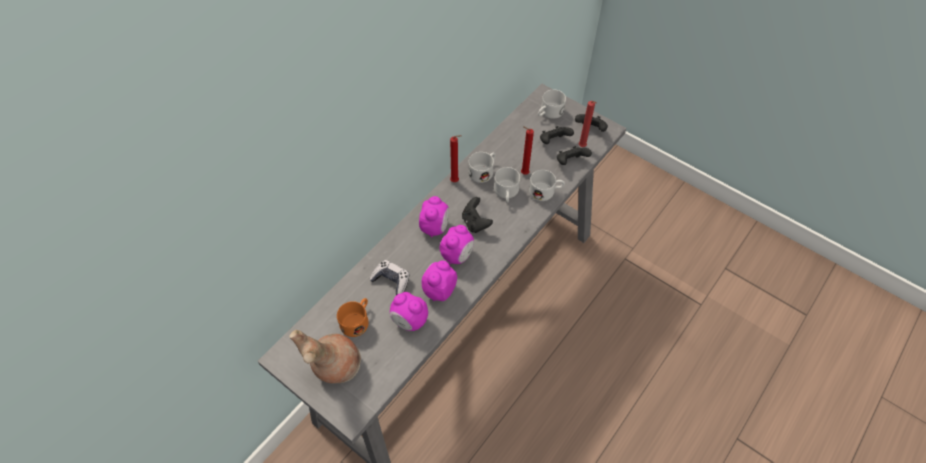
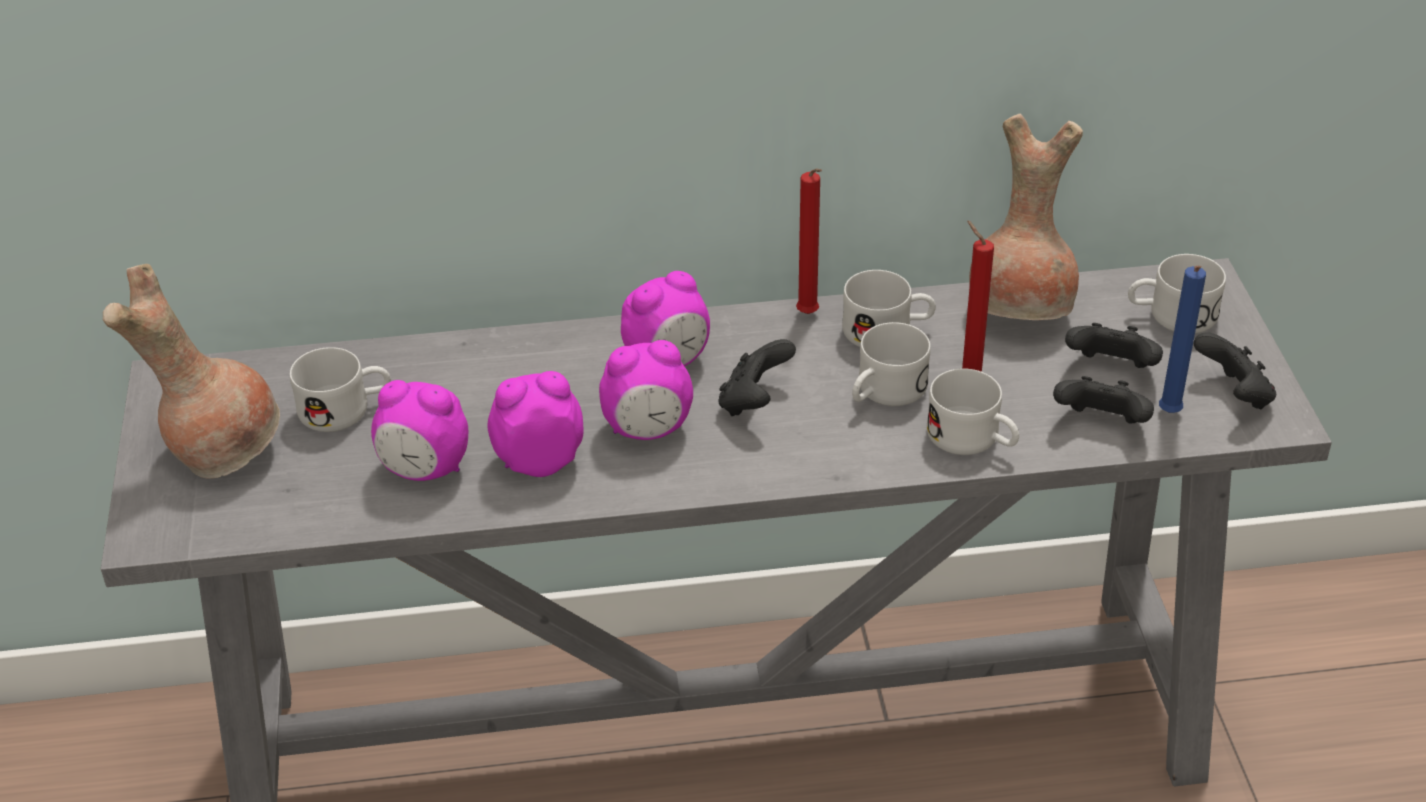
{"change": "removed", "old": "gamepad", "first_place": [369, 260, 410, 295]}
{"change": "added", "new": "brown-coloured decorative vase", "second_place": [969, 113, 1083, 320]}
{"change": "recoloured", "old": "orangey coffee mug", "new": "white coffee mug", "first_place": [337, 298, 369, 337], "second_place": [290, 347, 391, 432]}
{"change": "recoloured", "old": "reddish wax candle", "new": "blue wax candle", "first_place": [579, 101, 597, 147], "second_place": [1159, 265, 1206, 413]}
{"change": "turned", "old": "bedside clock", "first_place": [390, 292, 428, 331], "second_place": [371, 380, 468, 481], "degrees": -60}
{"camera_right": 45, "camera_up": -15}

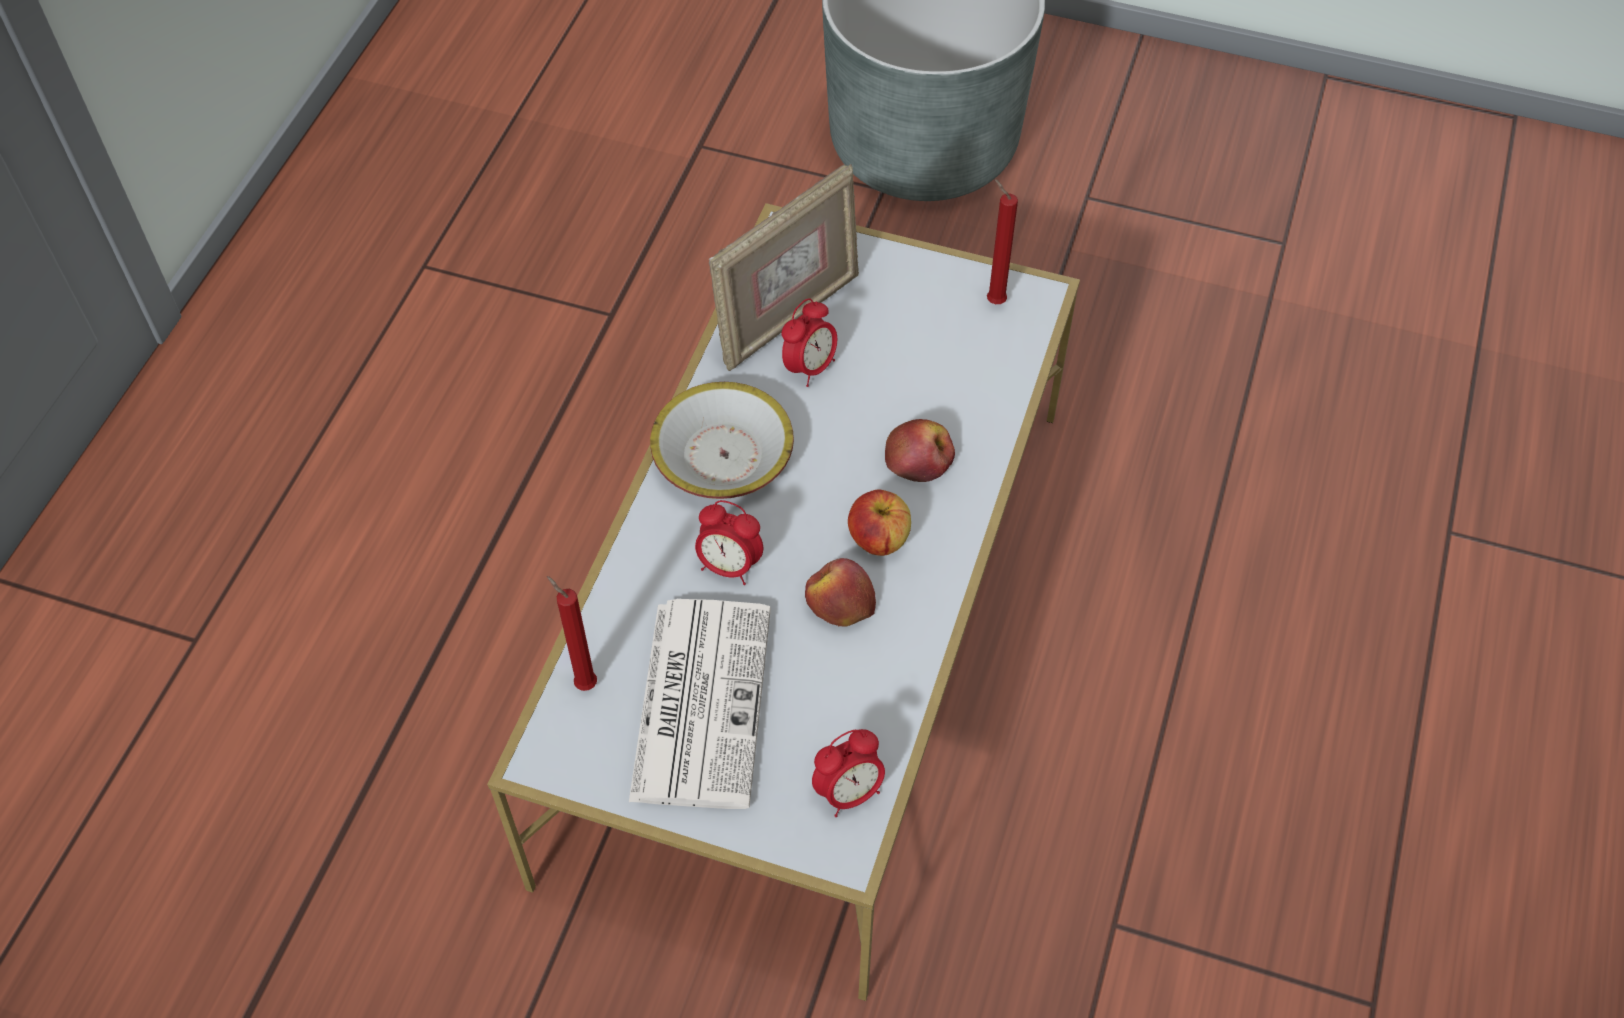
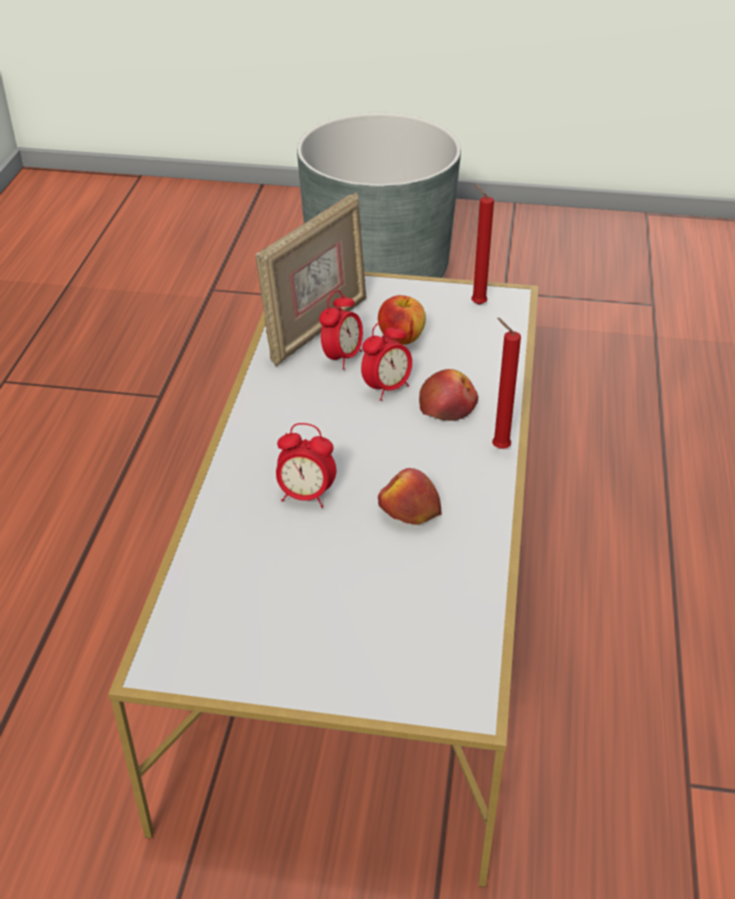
{"change": "removed", "old": "daily paper", "first_place": [629, 599, 771, 809]}
{"change": "removed", "old": "serving bowl", "first_place": [650, 382, 794, 499]}
{"change": "moved", "old": "reddish wax candle", "first_place": [547, 576, 597, 691], "second_place": [492, 318, 521, 449]}
{"change": "moved", "old": "bedside clock", "first_place": [812, 729, 885, 817], "second_place": [361, 319, 412, 401]}
{"change": "moved", "old": "apple fruit", "first_place": [848, 489, 911, 556], "second_place": [378, 295, 426, 345]}
{"camera_right": -10, "camera_up": -15}

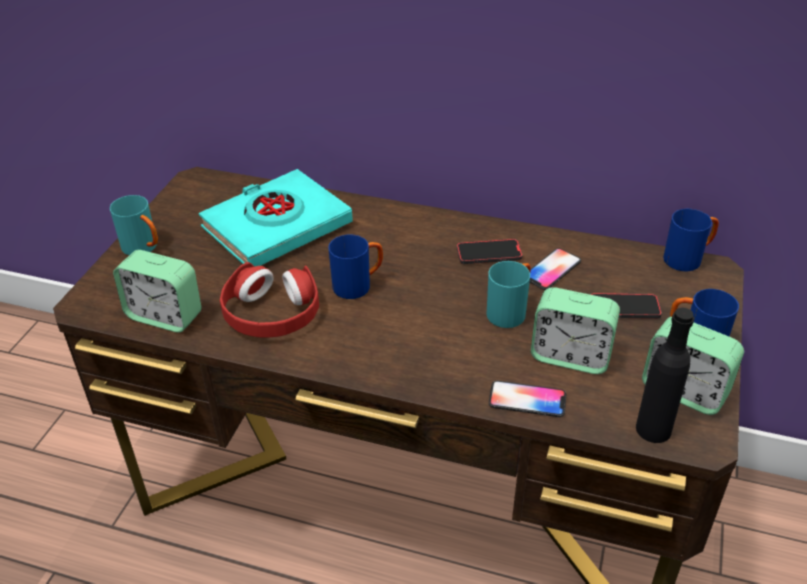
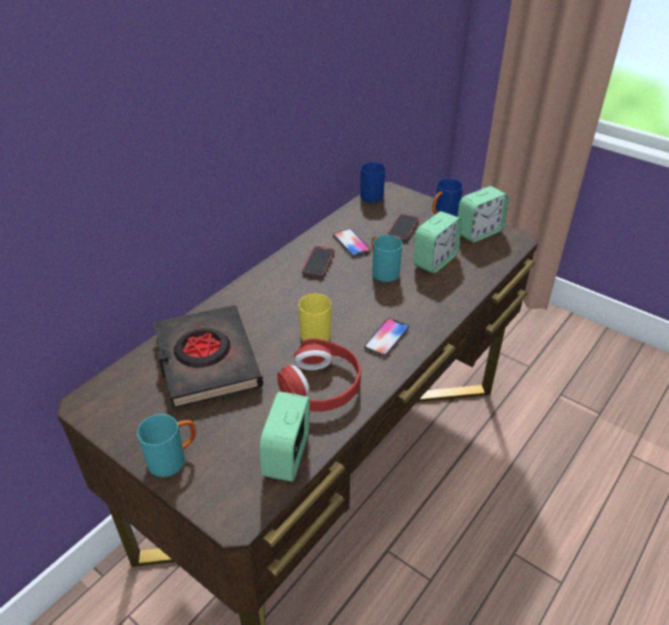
{"change": "removed", "old": "black drink bottle", "first_place": [636, 307, 694, 443]}
{"change": "moved", "old": "telephone", "first_place": [489, 380, 566, 417], "second_place": [364, 318, 409, 356]}
{"change": "recoloured", "old": "turquoise volume", "new": "black volume", "first_place": [199, 169, 353, 266], "second_place": [154, 305, 263, 409]}
{"change": "recoloured", "old": "blue coffee mug", "new": "yellowish coffee mug", "first_place": [328, 234, 383, 299], "second_place": [299, 292, 331, 341]}
{"change": "turned", "old": "bedside clock", "first_place": [113, 250, 202, 333], "second_place": [260, 391, 310, 482], "degrees": 150}
{"camera_right": -70, "camera_up": 0}

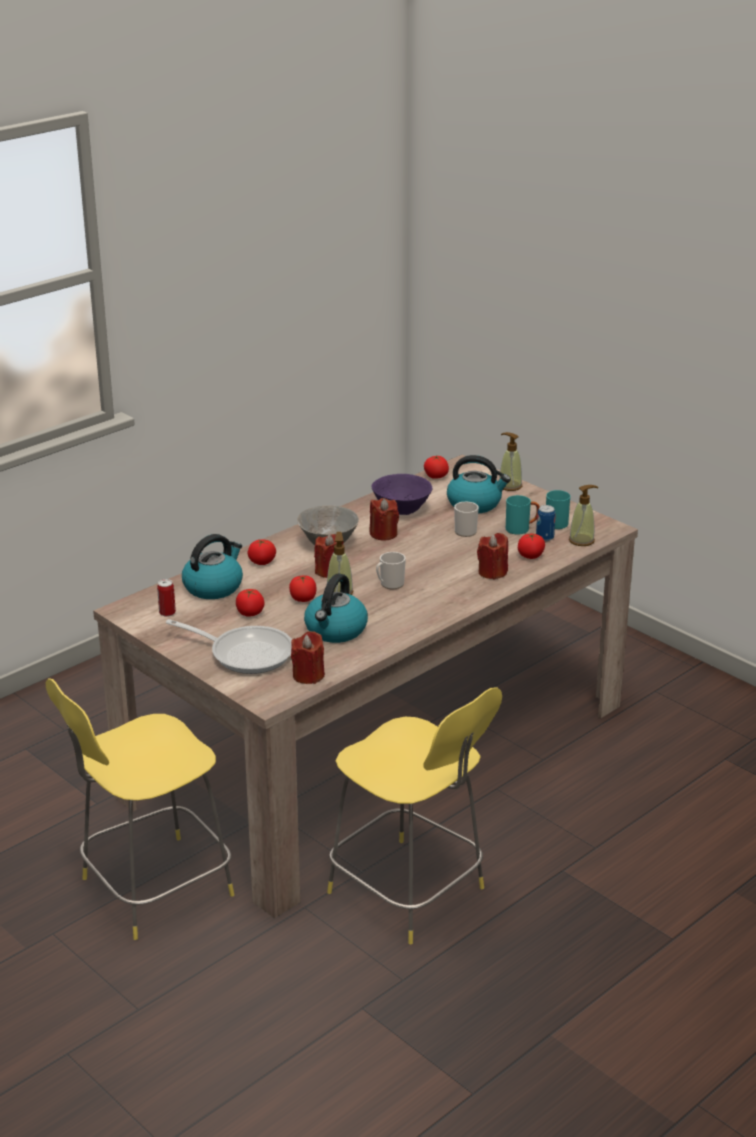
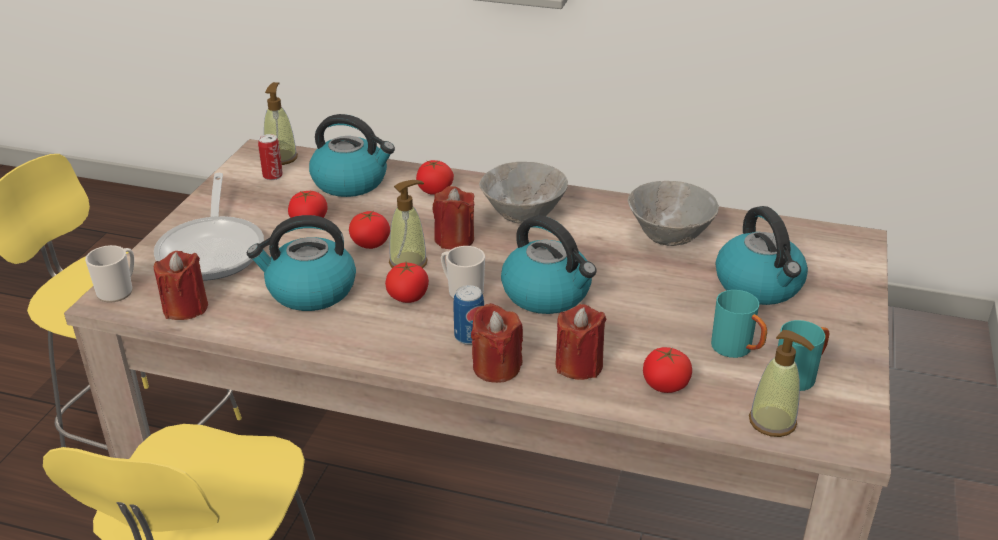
{"change": "added", "new": "tea kettle", "second_place": [501, 215, 597, 314]}
{"change": "moved", "old": "reddish wax candle", "first_place": [369, 498, 399, 540], "second_place": [471, 303, 523, 383]}
{"change": "moved", "old": "tomato", "first_place": [424, 455, 449, 479], "second_place": [385, 262, 429, 303]}
{"change": "moved", "old": "coffee mug", "first_place": [454, 502, 479, 537], "second_place": [85, 245, 134, 303]}
{"change": "moved", "old": "soap bottle", "first_place": [499, 432, 522, 491], "second_place": [264, 82, 298, 165]}
{"change": "moved", "old": "metal can", "first_place": [536, 505, 556, 541], "second_place": [453, 285, 484, 345]}
{"change": "recoloured", "old": "purple-coloured serving bowl", "new": "gray serving bowl", "first_place": [372, 474, 433, 515], "second_place": [628, 181, 719, 246]}
{"camera_right": 60, "camera_up": 5}

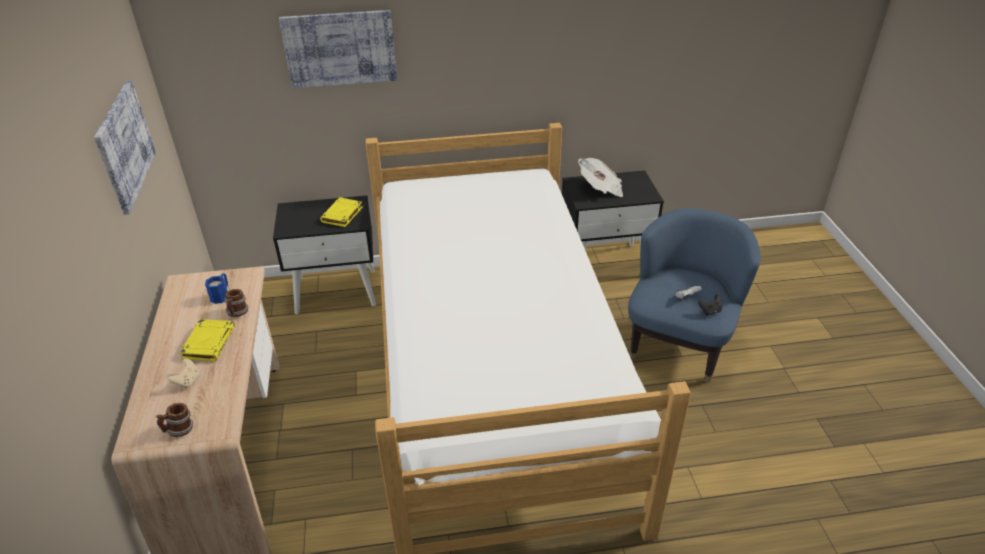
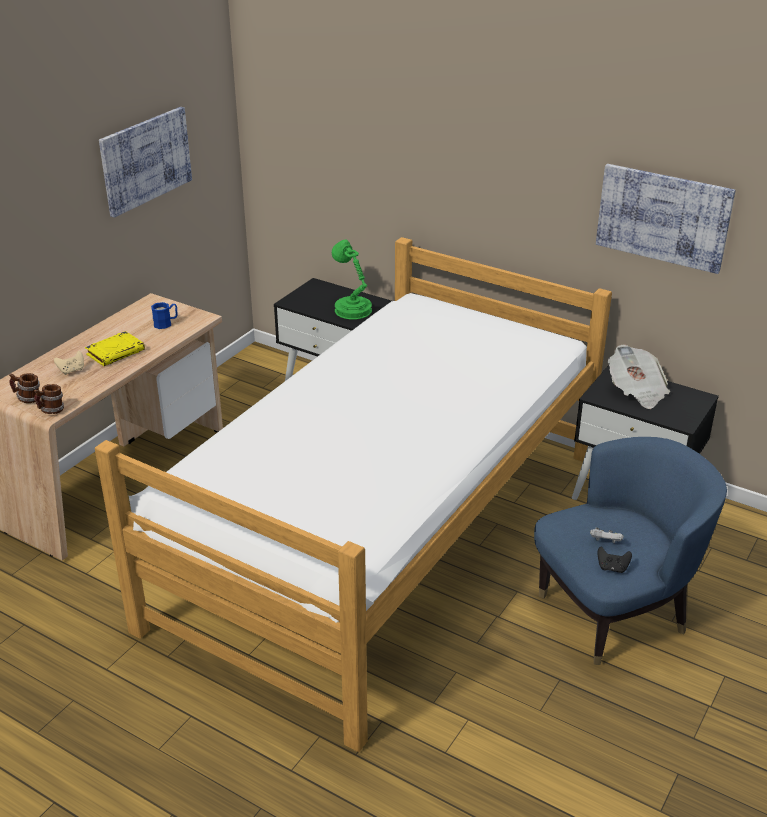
{"change": "moved", "old": "coffee mug", "first_place": [224, 289, 248, 317], "second_place": [34, 384, 64, 414]}
{"change": "moved", "old": "wall picture", "first_place": [279, 10, 397, 88], "second_place": [596, 164, 736, 274]}
{"change": "replaced", "old": "yellowish volume", "new": "green-coloured table lamp", "first_place": [320, 197, 363, 227], "second_place": [332, 239, 372, 320]}
{"camera_right": 40, "camera_up": -5}

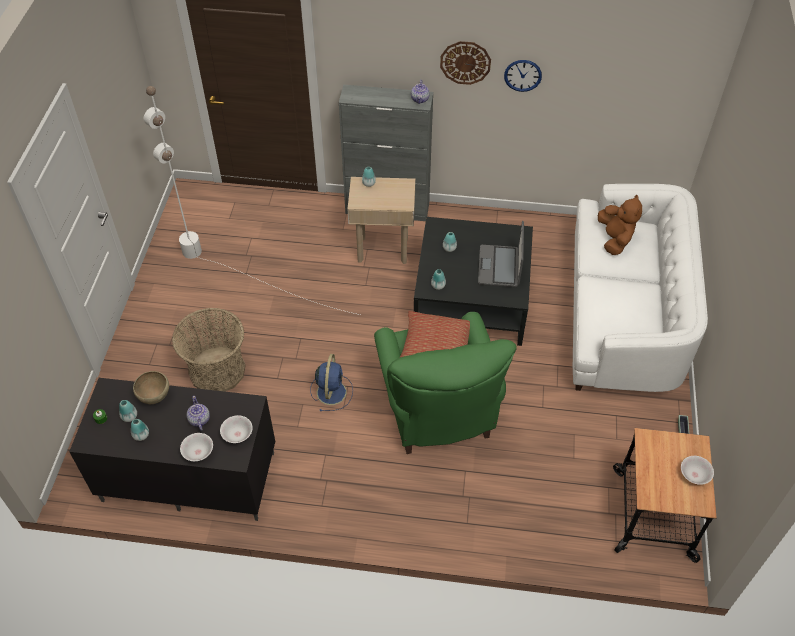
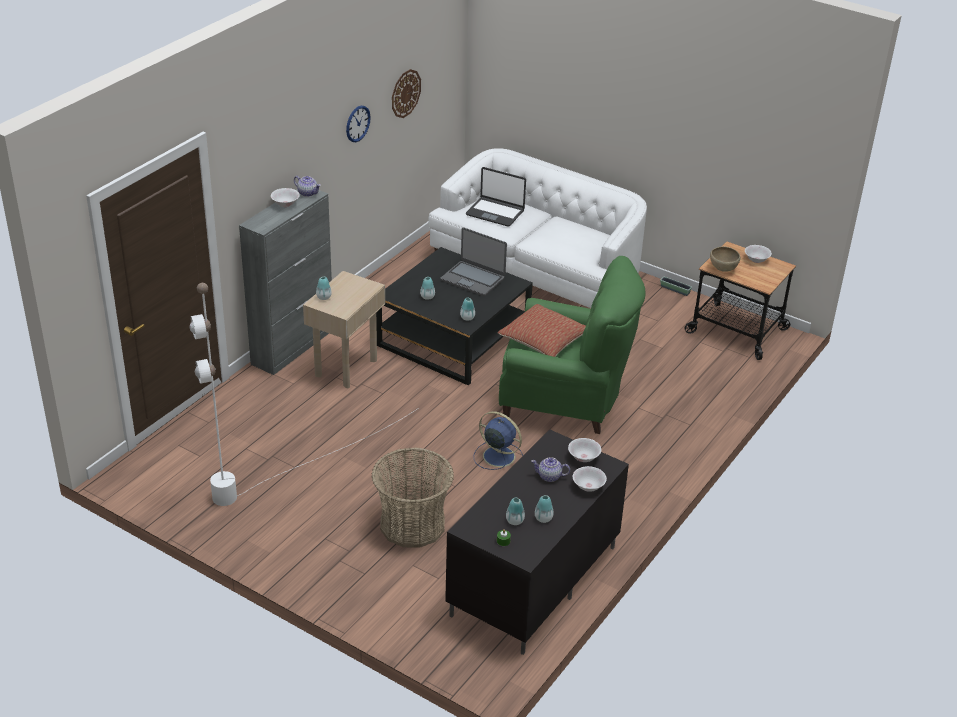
{"change": "added", "new": "white serving bowl", "second_place": [271, 188, 300, 207]}
{"change": "moved", "old": "brown-coloured serving bowl", "first_place": [133, 371, 169, 404], "second_place": [710, 246, 740, 272]}
{"change": "moved", "old": "hanging clock", "first_place": [440, 41, 491, 85], "second_place": [392, 69, 421, 118]}
{"change": "replaced", "old": "brown-coloured plush toy", "new": "notebook computer", "first_place": [598, 194, 642, 255], "second_place": [466, 167, 526, 226]}
{"camera_right": -65, "camera_up": -15}

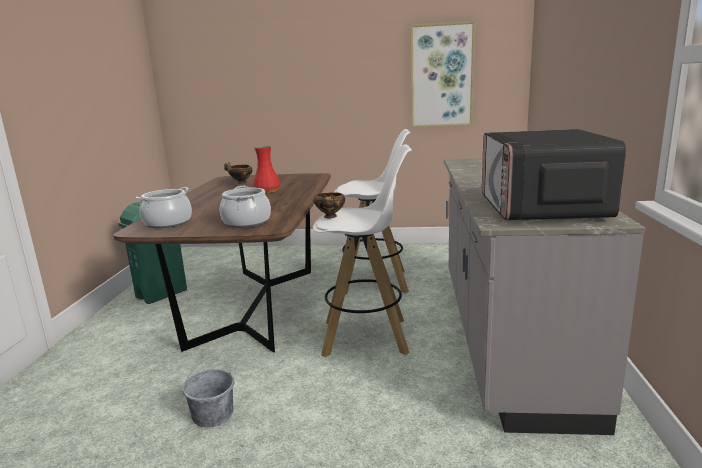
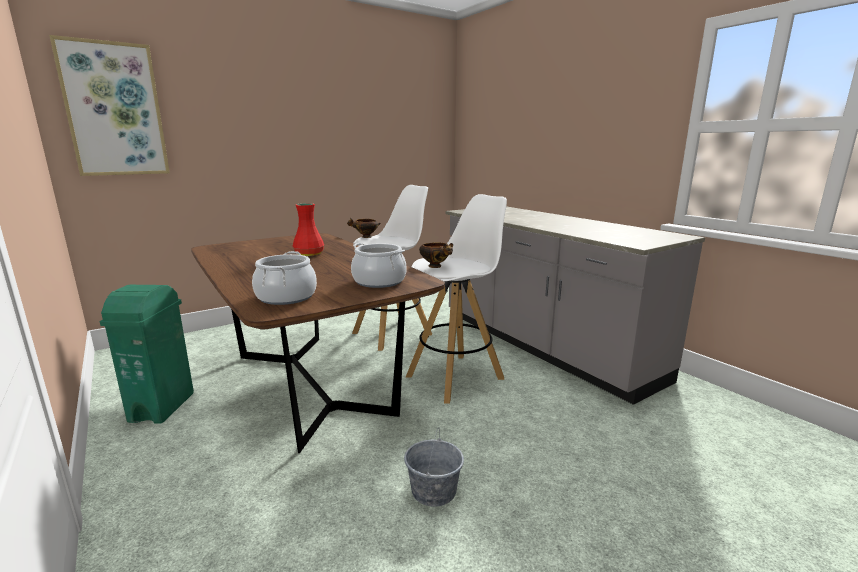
{"change": "removed", "old": "microwave", "first_place": [482, 129, 626, 220]}
{"change": "moved", "old": "serving bowl", "first_place": [224, 162, 253, 184], "second_place": [347, 217, 380, 238]}
{"change": "moved", "old": "wall picture", "first_place": [410, 21, 475, 128], "second_place": [49, 35, 170, 176]}
{"camera_right": -40, "camera_up": 0}

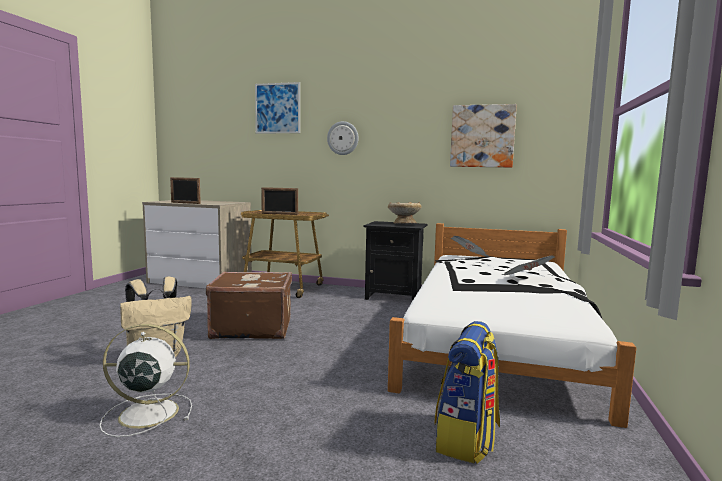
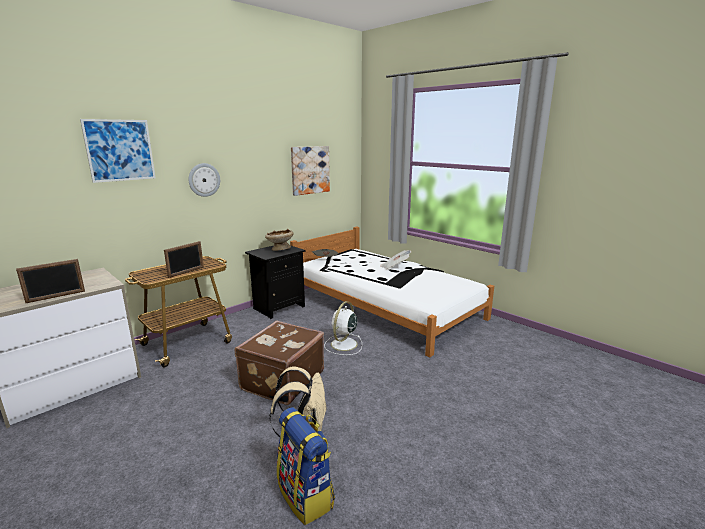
{"change": "moved", "old": "white fan", "first_place": [100, 324, 192, 437], "second_place": [324, 301, 362, 355]}
{"change": "moved", "old": "backpack", "first_place": [434, 321, 500, 464], "second_place": [277, 407, 335, 525]}
{"camera_right": -60, "camera_up": 10}

